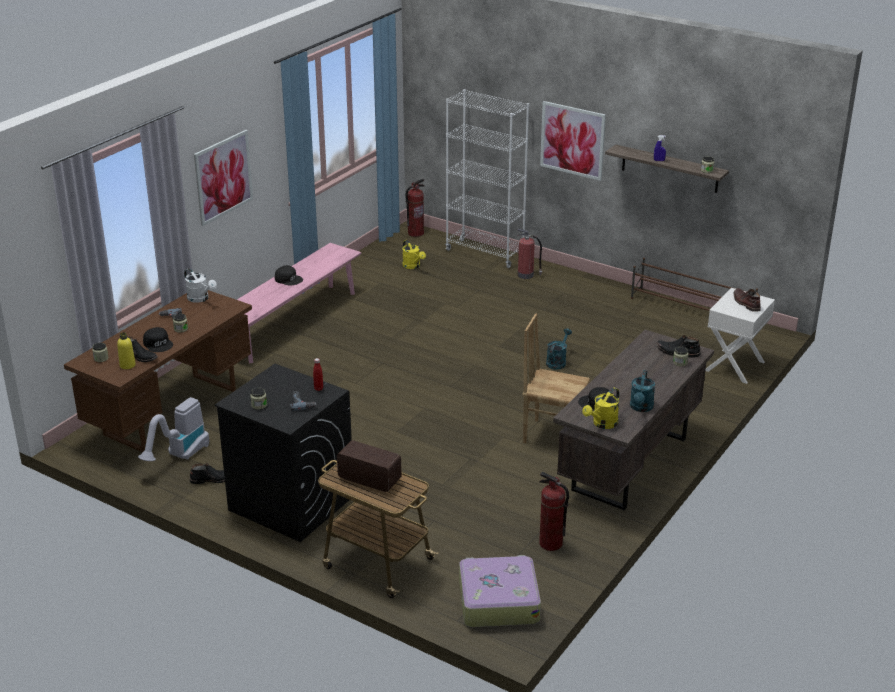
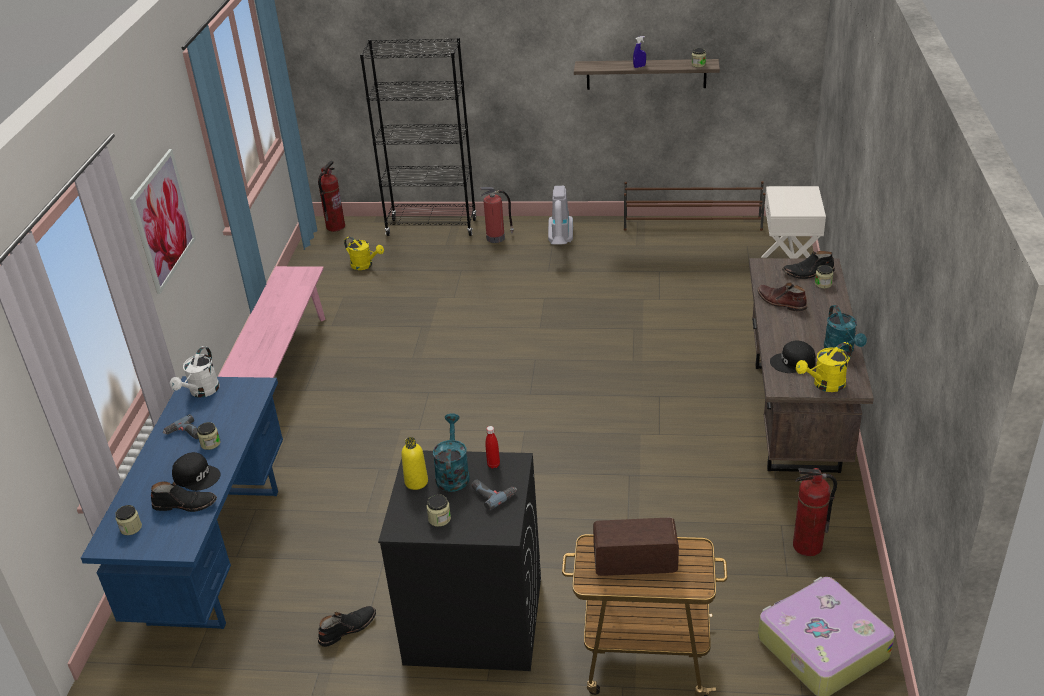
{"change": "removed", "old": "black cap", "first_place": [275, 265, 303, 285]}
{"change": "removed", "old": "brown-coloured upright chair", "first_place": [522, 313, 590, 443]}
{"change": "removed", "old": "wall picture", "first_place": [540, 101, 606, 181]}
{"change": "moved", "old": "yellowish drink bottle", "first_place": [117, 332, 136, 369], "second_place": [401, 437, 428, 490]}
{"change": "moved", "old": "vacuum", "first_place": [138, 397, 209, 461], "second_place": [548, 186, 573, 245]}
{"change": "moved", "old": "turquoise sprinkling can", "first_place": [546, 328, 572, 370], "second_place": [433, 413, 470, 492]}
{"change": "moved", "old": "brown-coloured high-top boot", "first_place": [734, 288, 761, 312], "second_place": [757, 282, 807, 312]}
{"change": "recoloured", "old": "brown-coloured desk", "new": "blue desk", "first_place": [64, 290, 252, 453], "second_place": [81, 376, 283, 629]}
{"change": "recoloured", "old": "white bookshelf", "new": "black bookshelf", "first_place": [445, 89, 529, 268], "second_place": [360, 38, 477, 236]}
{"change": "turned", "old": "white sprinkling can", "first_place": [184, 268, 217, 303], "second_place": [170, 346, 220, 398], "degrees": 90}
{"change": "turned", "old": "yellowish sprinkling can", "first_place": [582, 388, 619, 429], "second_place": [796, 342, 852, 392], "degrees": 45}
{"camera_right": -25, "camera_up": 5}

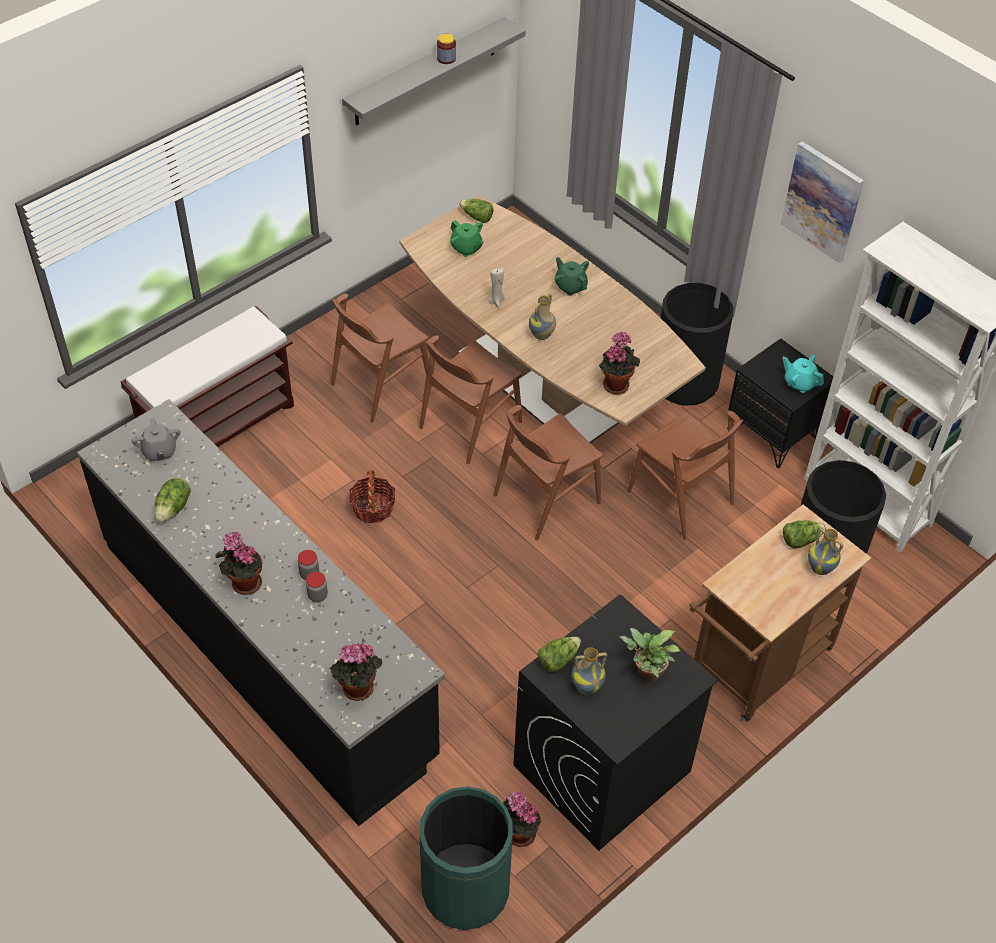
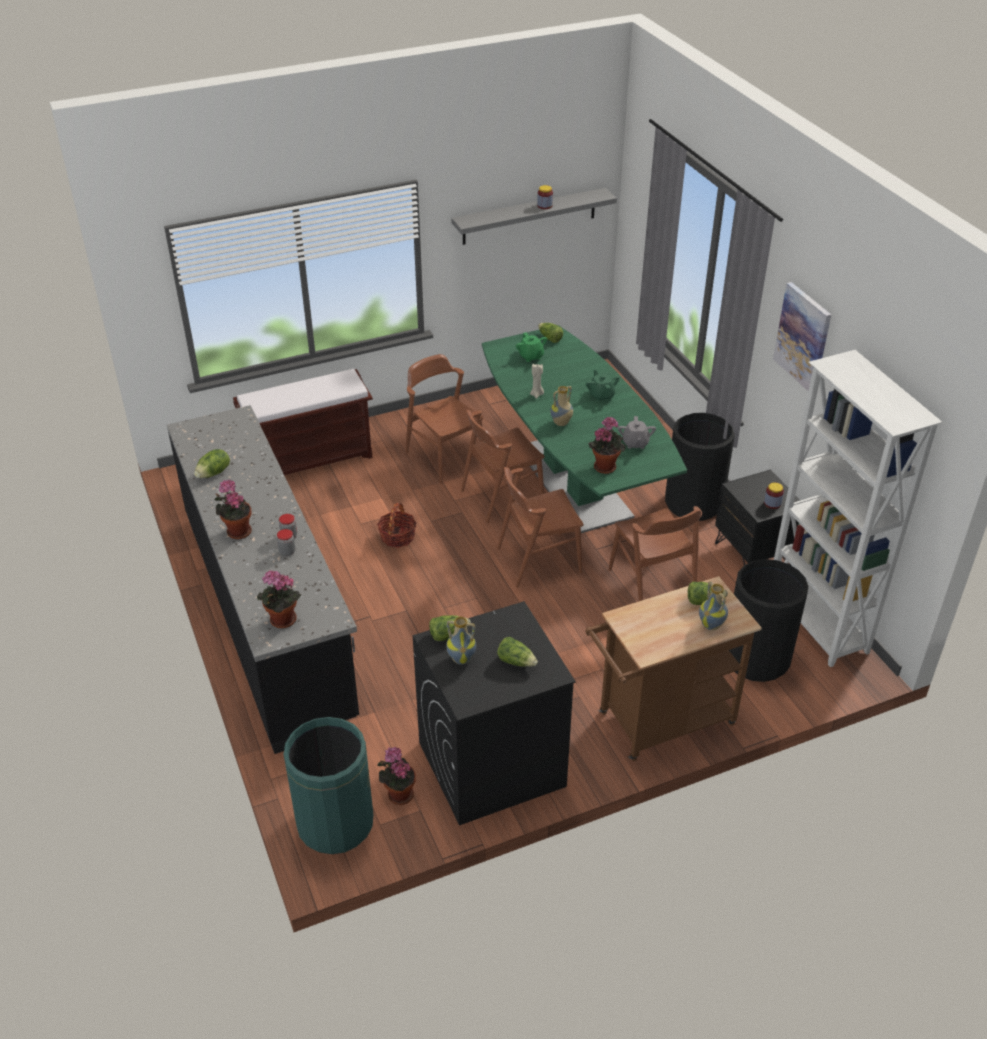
{"change": "moved", "old": "gray pot for tea", "first_place": [131, 417, 180, 462], "second_place": [618, 416, 656, 449]}
{"change": "replaced", "old": "houseplant", "new": "head of lettuce", "first_place": [620, 628, 680, 682], "second_place": [497, 637, 538, 667]}
{"change": "replaced", "old": "turquoise pot for tea", "new": "preserve jar", "first_place": [783, 355, 824, 393], "second_place": [764, 482, 784, 509]}
{"change": "recoloured", "old": "brown-coloured dinner table", "new": "green-coloured dinner table", "first_place": [399, 196, 706, 443], "second_place": [482, 325, 687, 533]}
{"change": "turned", "old": "brown-coloured upright chair", "first_place": [331, 294, 429, 423], "second_place": [405, 354, 483, 484], "degrees": 75}
{"camera_right": 20, "camera_up": -10}

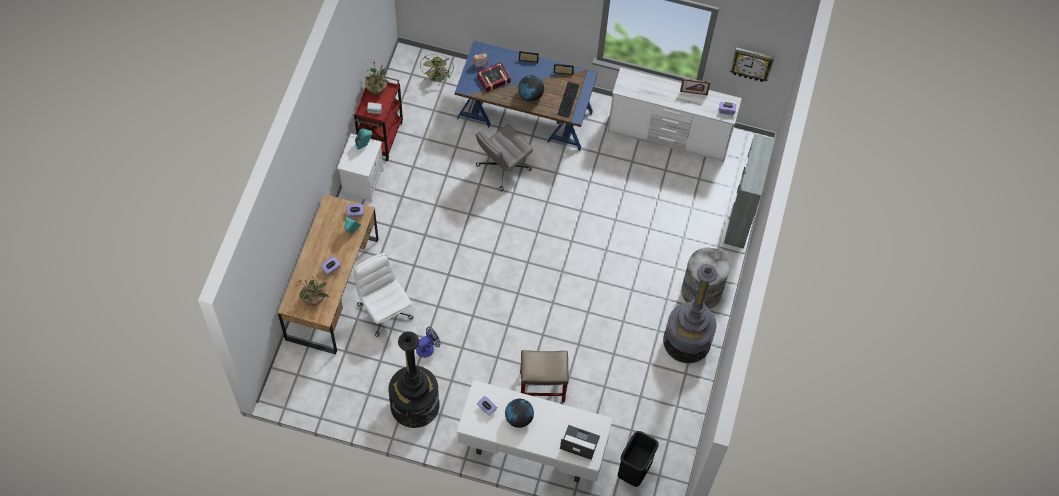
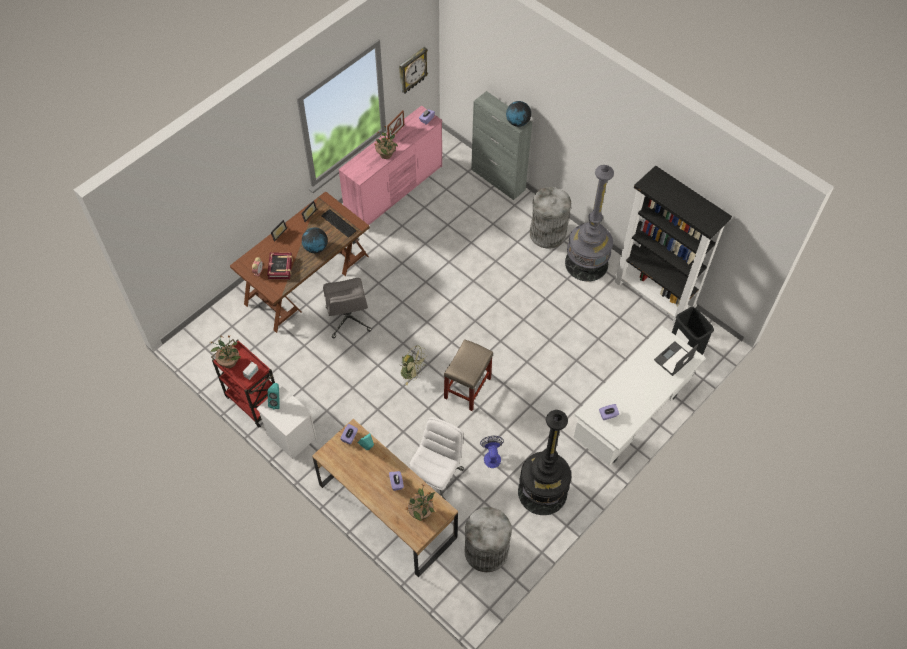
{"change": "added", "new": "houseplant", "second_place": [374, 125, 398, 159]}
{"change": "added", "new": "gray waste bin", "second_place": [465, 507, 512, 572]}
{"change": "added", "new": "black bookshelf", "second_place": [614, 166, 732, 325]}
{"change": "moved", "old": "green-coloured fan", "first_place": [420, 54, 454, 82], "second_place": [400, 345, 427, 385]}
{"change": "moved", "old": "desk globe", "first_place": [505, 399, 534, 428], "second_place": [506, 101, 531, 127]}
{"change": "moved", "old": "beige-coloured sitting stool", "first_place": [520, 350, 568, 402], "second_place": [444, 339, 493, 411]}
{"change": "recoloured", "old": "blue desk", "new": "brown-coloured desk", "first_place": [455, 41, 598, 151], "second_place": [230, 191, 370, 333]}
{"change": "recoloured", "old": "white chest of drawers", "new": "pink chest of drawers", "first_place": [607, 68, 742, 163], "second_place": [338, 105, 443, 225]}
{"change": "turned", "old": "white computer chair", "first_place": [354, 253, 413, 337], "second_place": [408, 417, 464, 500], "degrees": 120}
{"camera_right": -60, "camera_up": -5}

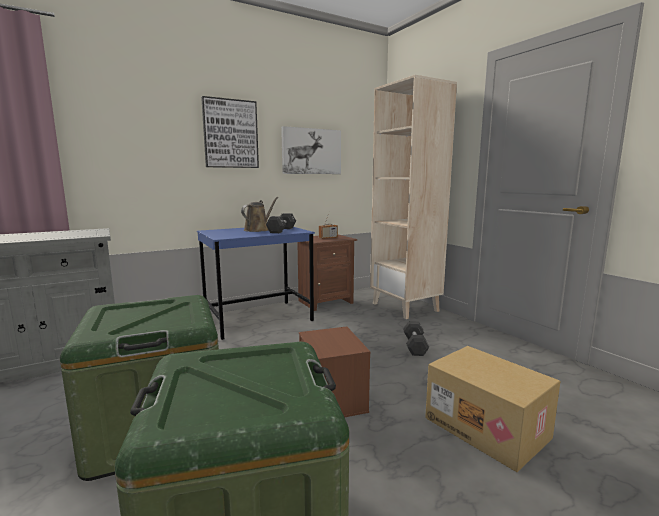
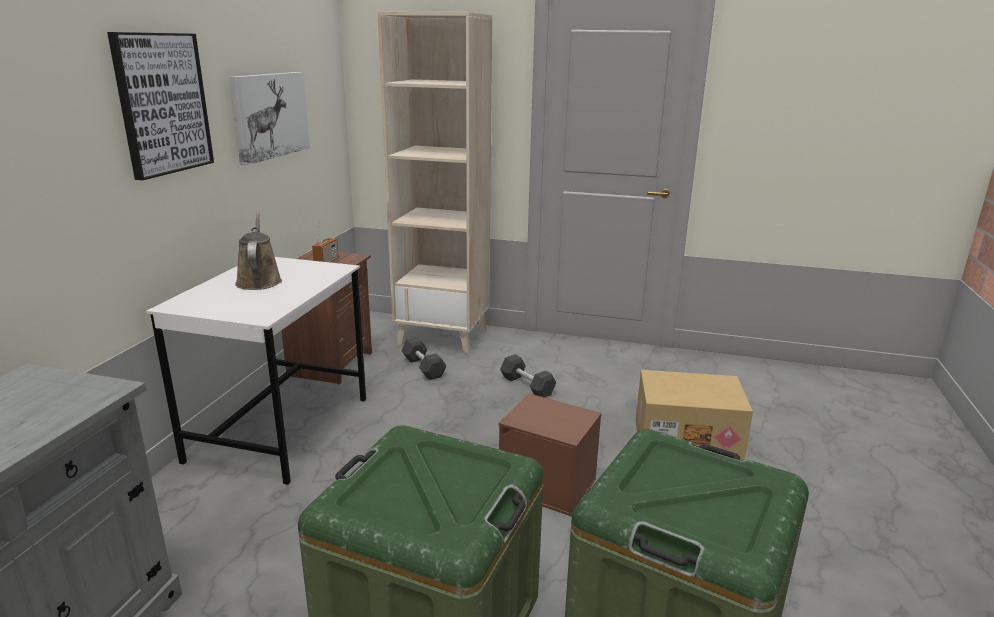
{"change": "moved", "old": "black hand weight", "first_place": [266, 213, 296, 233], "second_place": [401, 337, 446, 380]}
{"change": "recoloured", "old": "blue desk", "new": "white desk", "first_place": [197, 227, 315, 340], "second_place": [146, 257, 366, 485]}
{"camera_right": -45, "camera_up": 10}

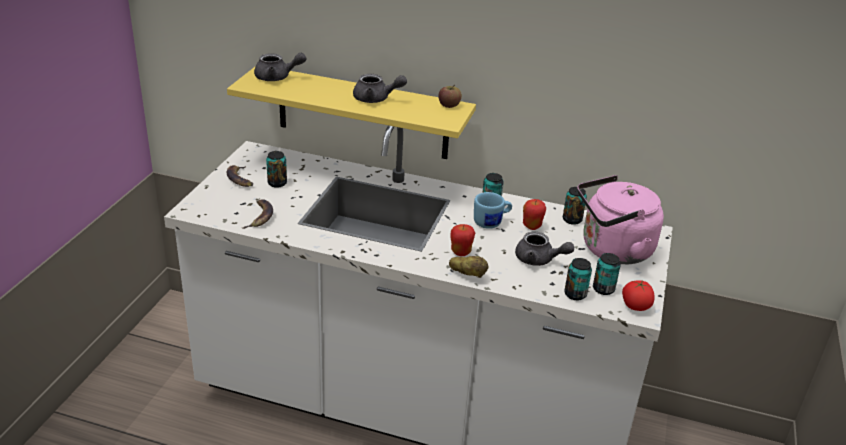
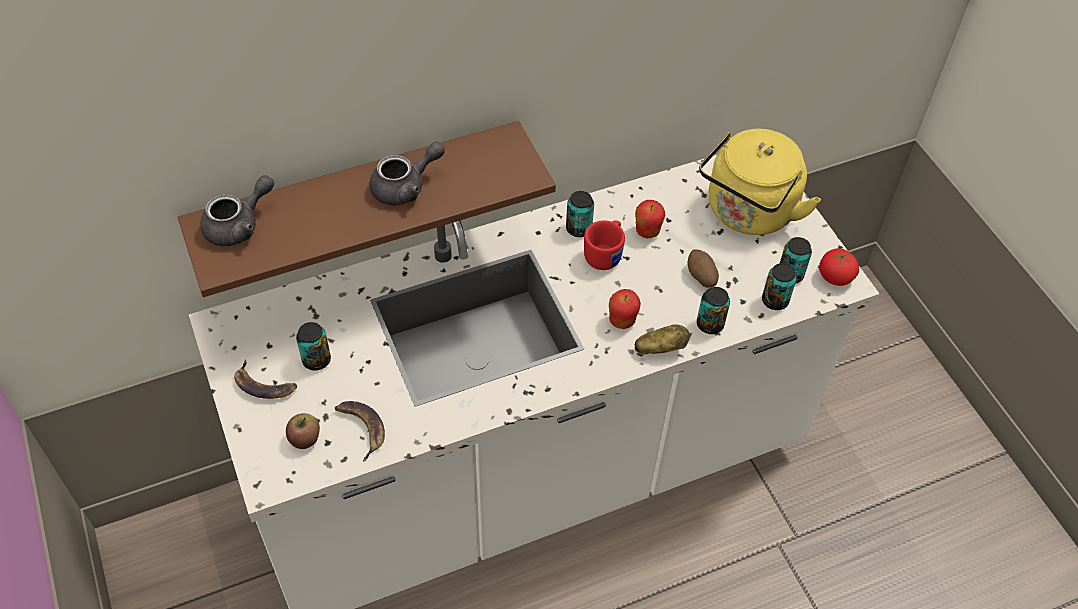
{"change": "moved", "old": "apple fruit", "first_place": [438, 85, 462, 108], "second_place": [286, 413, 320, 449]}
{"change": "moved", "old": "metal can", "first_place": [563, 187, 587, 225], "second_place": [697, 287, 730, 334]}
{"change": "replaced", "old": "gray pot for tea", "new": "spud", "first_place": [515, 232, 574, 266], "second_place": [687, 249, 719, 287]}
{"change": "recoloured", "old": "yellowish bracket shelf", "new": "brown-coloured bracket shelf", "first_place": [227, 66, 476, 159], "second_place": [178, 121, 556, 297]}
{"change": "recoloured", "old": "blue coffee mug", "new": "reddish coffee mug", "first_place": [474, 192, 512, 229], "second_place": [584, 220, 625, 270]}
{"change": "recoloured", "old": "pink tea kettle", "new": "yellowish tea kettle", "first_place": [577, 175, 664, 264], "second_place": [699, 129, 821, 235]}
{"camera_right": -40, "camera_up": 20}

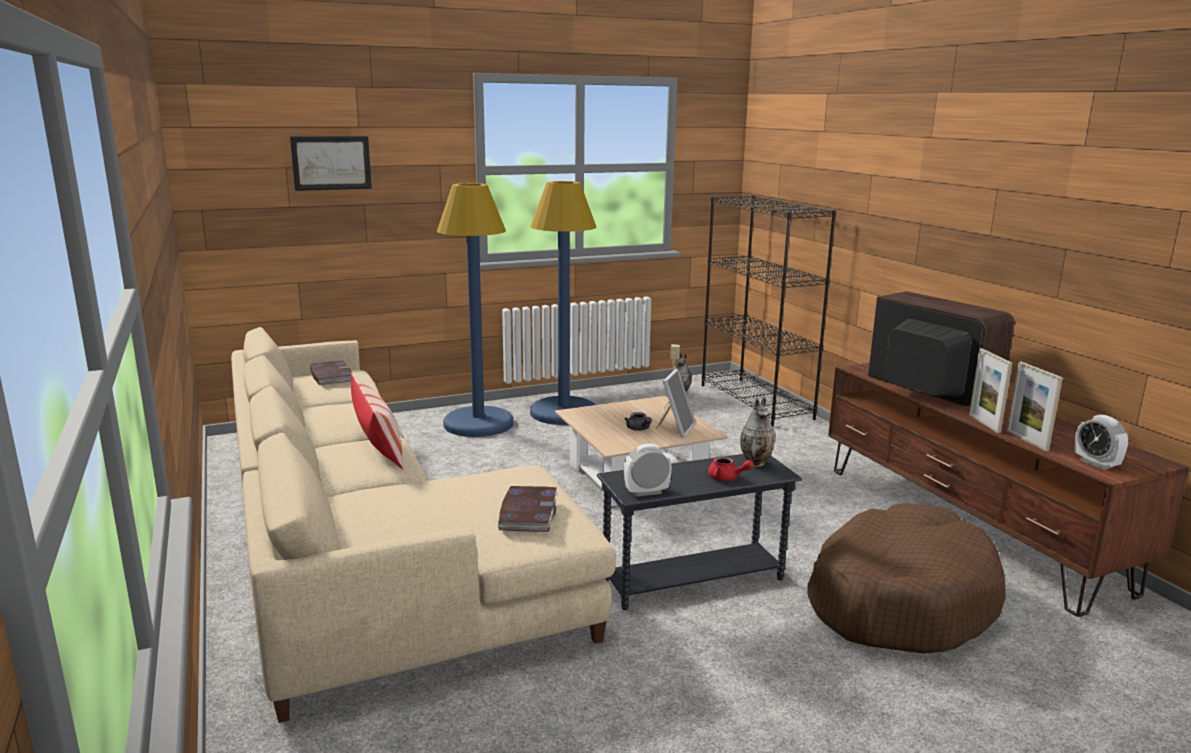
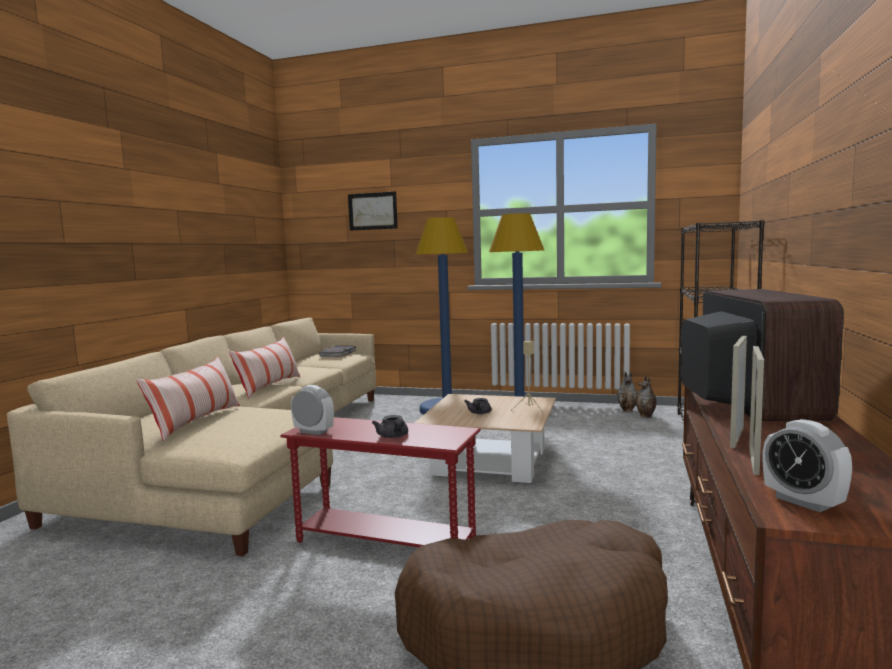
{"change": "removed", "old": "volume", "first_place": [498, 486, 557, 532]}
{"change": "removed", "old": "photo frame", "first_place": [656, 369, 695, 437]}
{"change": "added", "new": "pillow", "second_place": [137, 357, 240, 441]}
{"change": "moved", "old": "decorative vase", "first_place": [740, 397, 776, 467], "second_place": [617, 372, 637, 412]}
{"change": "recoloured", "old": "gray side table", "new": "reddish side table", "first_place": [597, 454, 802, 610], "second_place": [280, 417, 481, 547]}
{"change": "recoloured", "old": "reddish pot for tea", "new": "gray pot for tea", "first_place": [708, 456, 753, 481], "second_place": [372, 415, 408, 438]}
{"change": "turned", "old": "bedside clock", "first_place": [1074, 415, 1128, 470], "second_place": [763, 419, 852, 512], "degrees": -45}
{"camera_right": 40, "camera_up": -10}

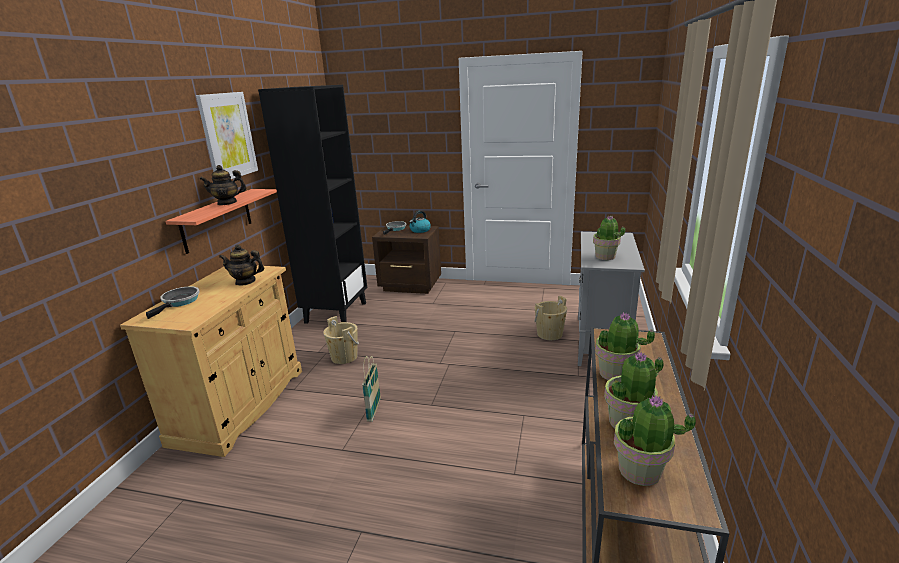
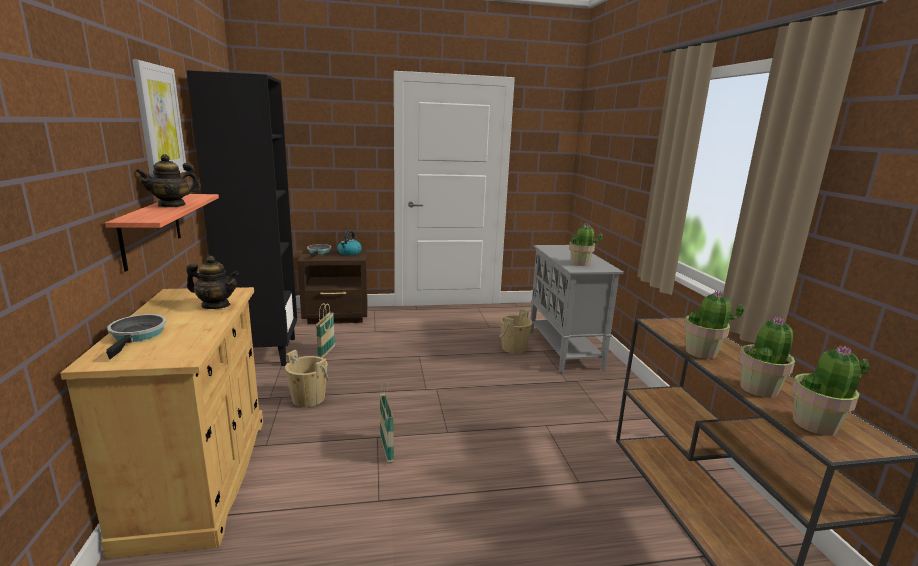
{"change": "added", "new": "basket", "second_place": [316, 303, 335, 358]}
{"change": "turned", "old": "pot for tea", "first_place": [219, 244, 264, 286], "second_place": [187, 256, 239, 309], "degrees": -150}
{"camera_right": -25, "camera_up": -5}

